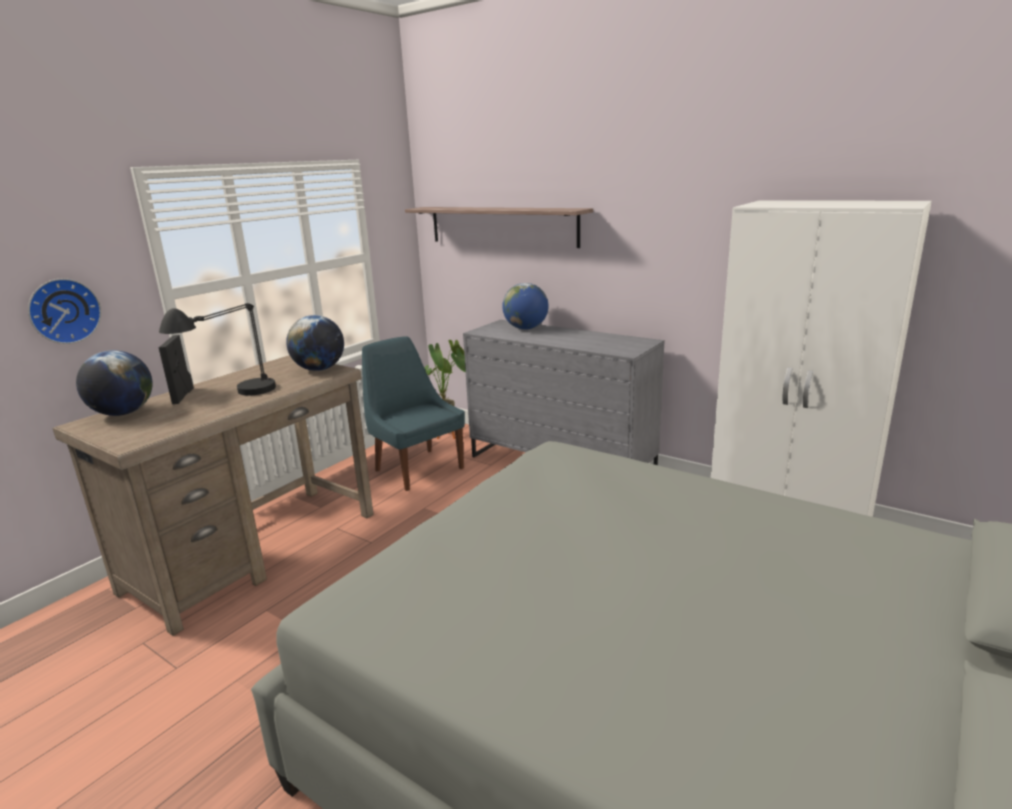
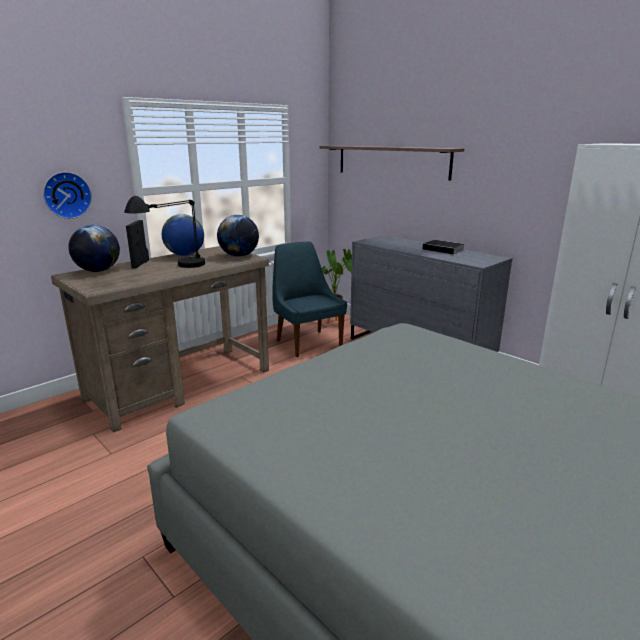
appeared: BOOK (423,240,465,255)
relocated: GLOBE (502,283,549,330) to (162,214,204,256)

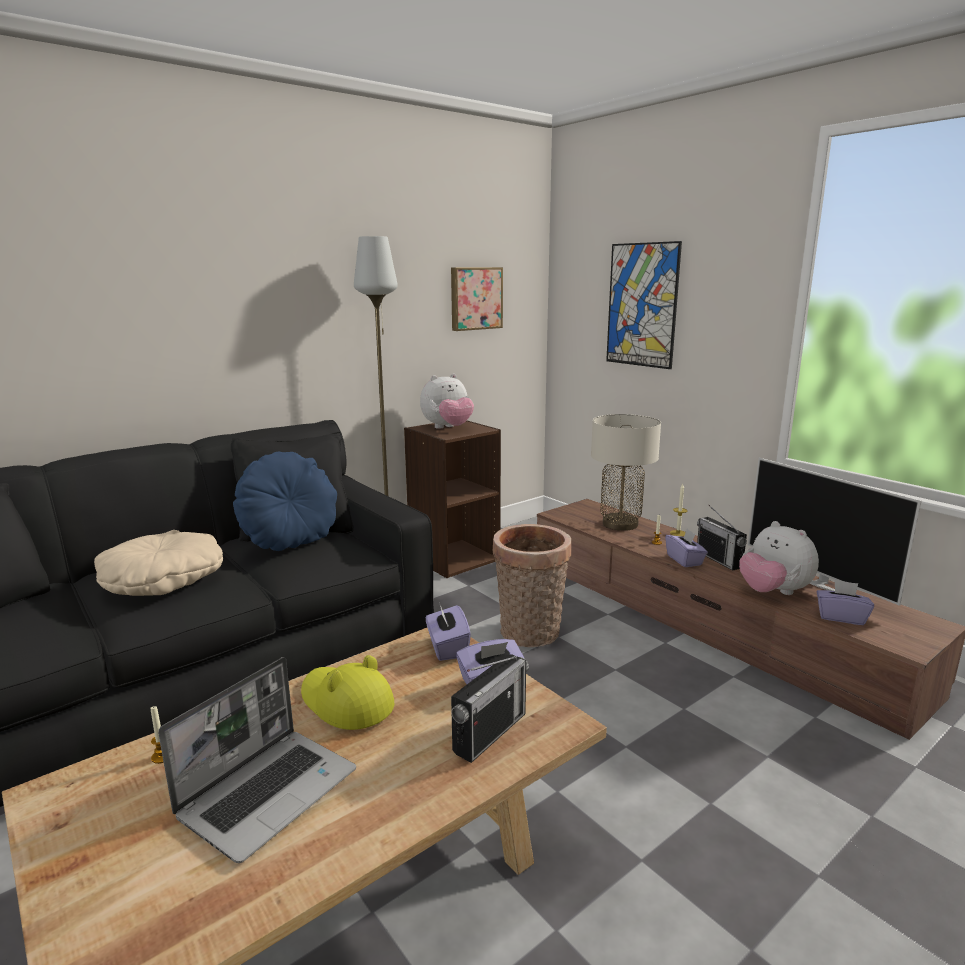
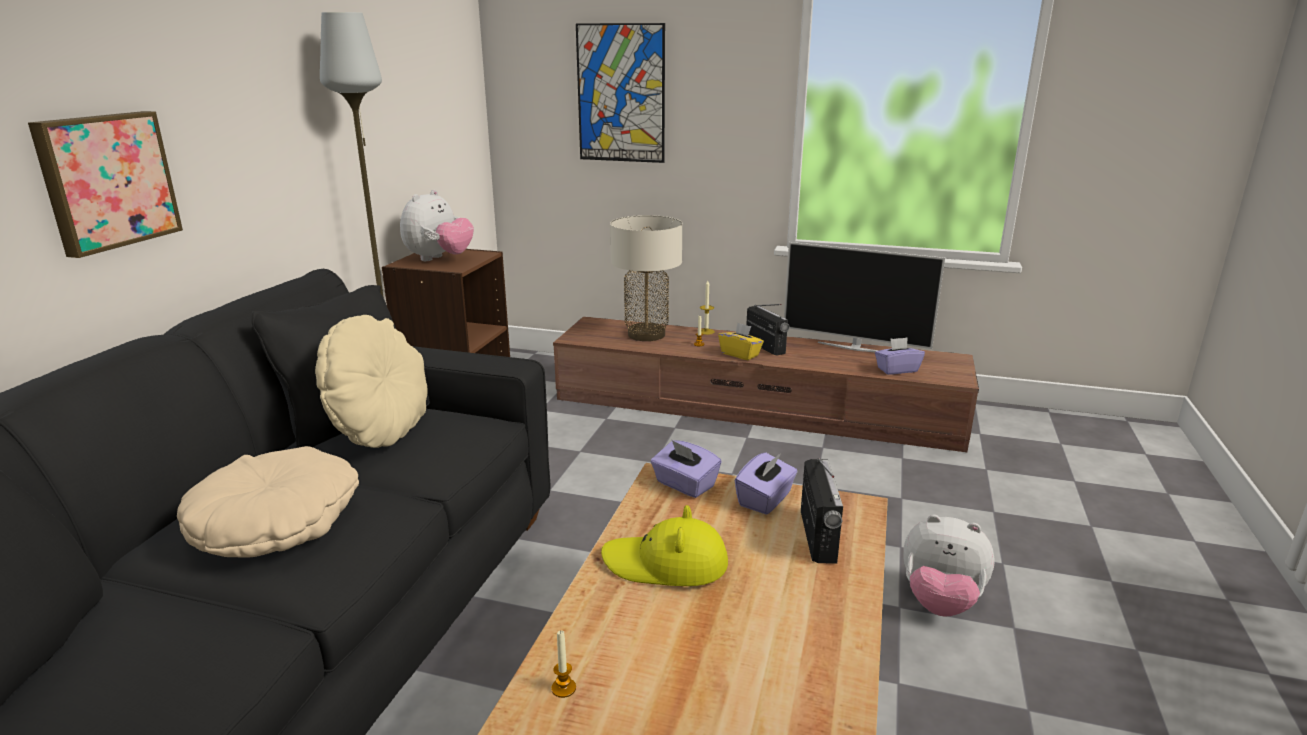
missing: LAPTOP (158,657,356,863); BASKET (493,524,571,647)
relocated: PICTURE (451,267,503,331) to (28,111,183,258); PLUSH TOY (739,521,819,595) to (903,515,995,616)
colour: BLUE PILLOW (233,452,337,551) to BEIGE PILLOW (315,315,428,448); PURPLE TISSUE BOX (665,528,708,567) to YELLOW TISSUE BOX (718,323,764,360)
spun: RADIO (697,505,747,571) = (746,304,789,356) 150 degrees counterclockwise

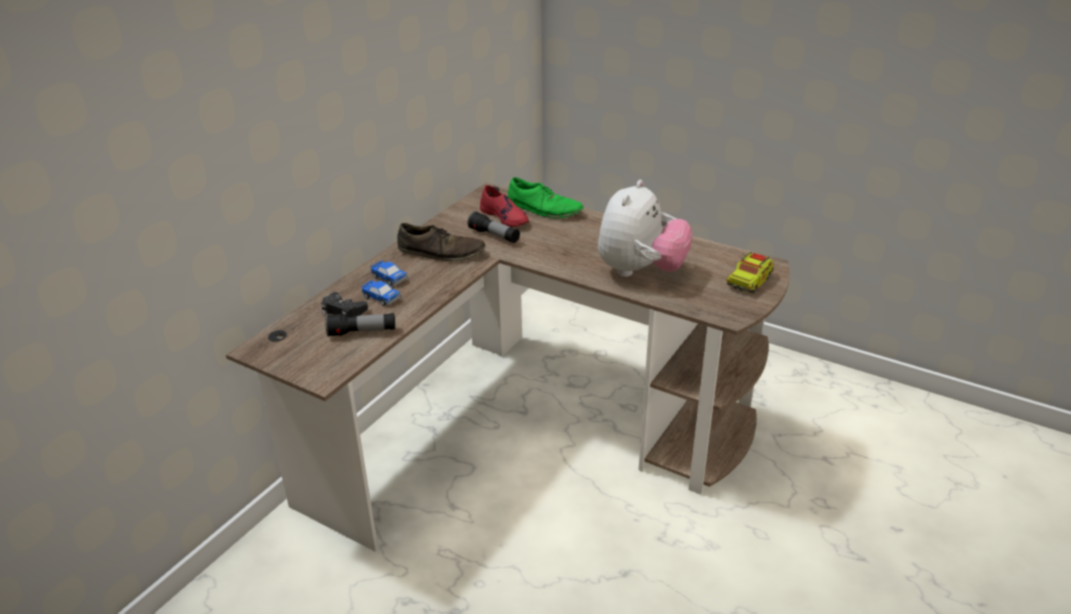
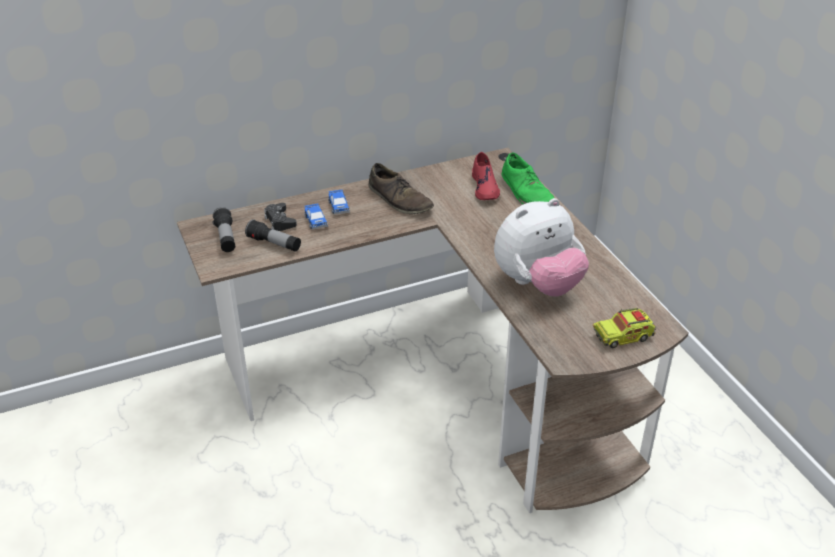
relocated: FLASHLIGHT (467,211,520,243) to (213,207,235,252)

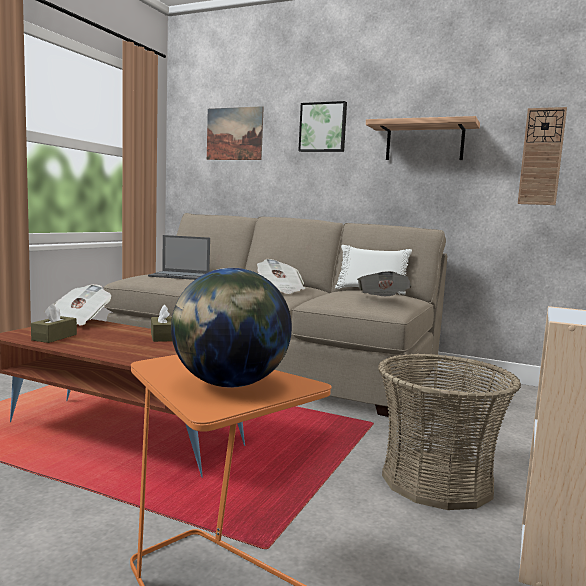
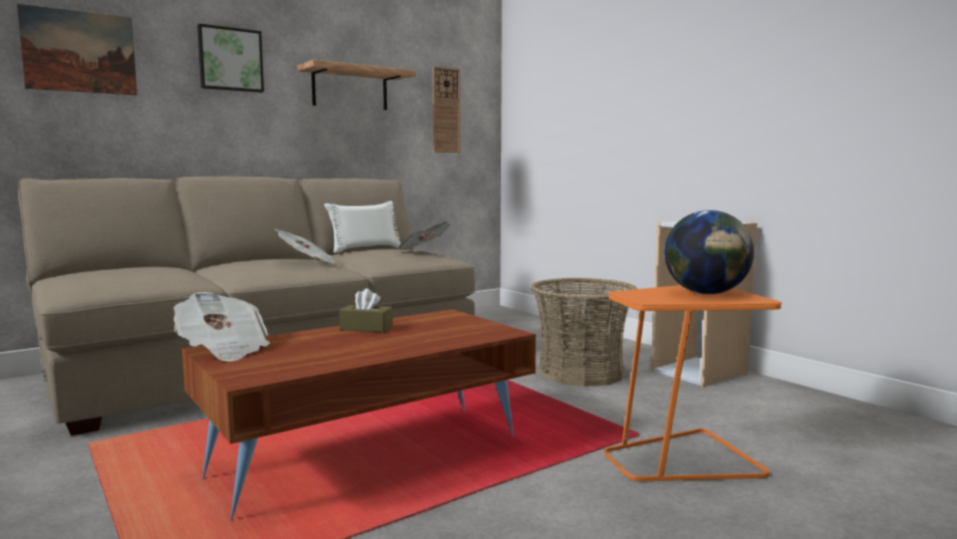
missing: BROWN TISSUE BOX (31,304,77,343); LAPTOP (148,235,210,280)

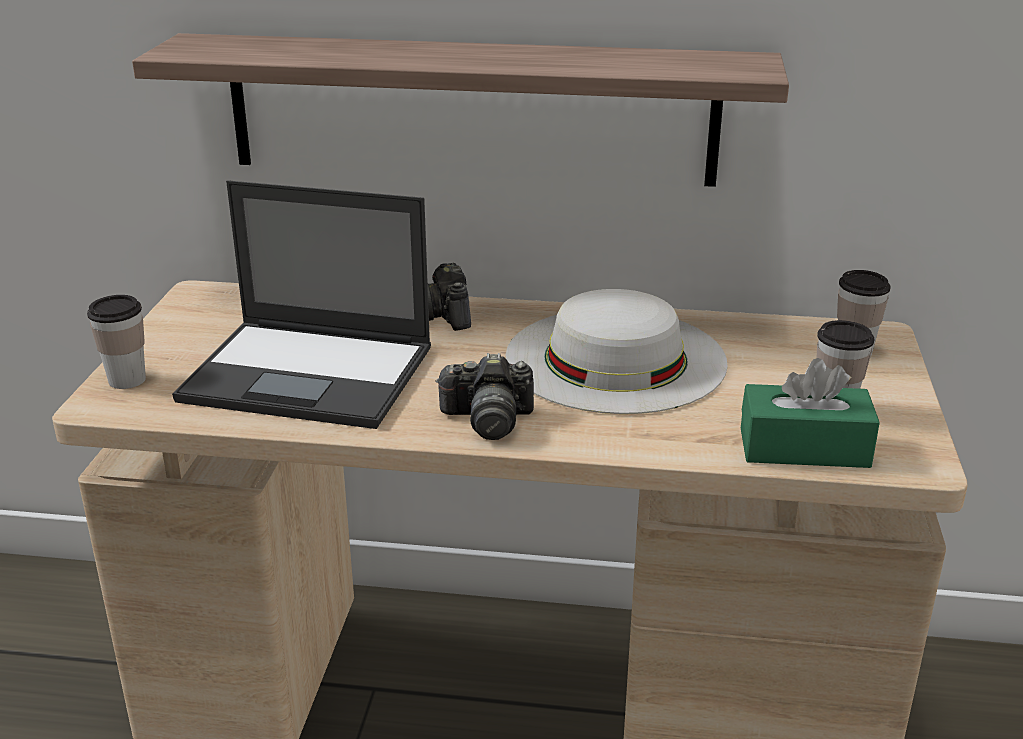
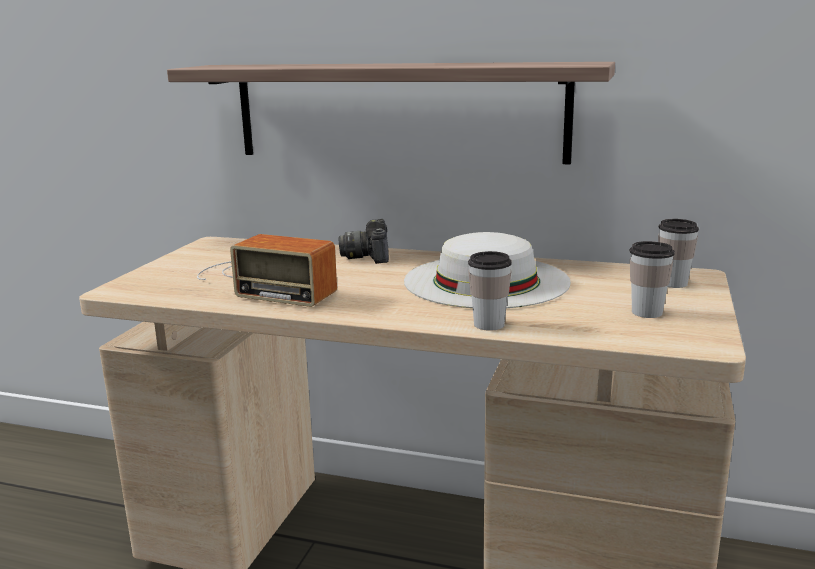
missing: PHOTO CAMERA (435,353,534,440); GREEN TISSUE BOX (741,358,880,468)
relocated: CUP (87,295,146,389) to (468,251,512,331)
exchanged: LAPTOP (172,180,431,429) to RADIO (197,234,337,307)

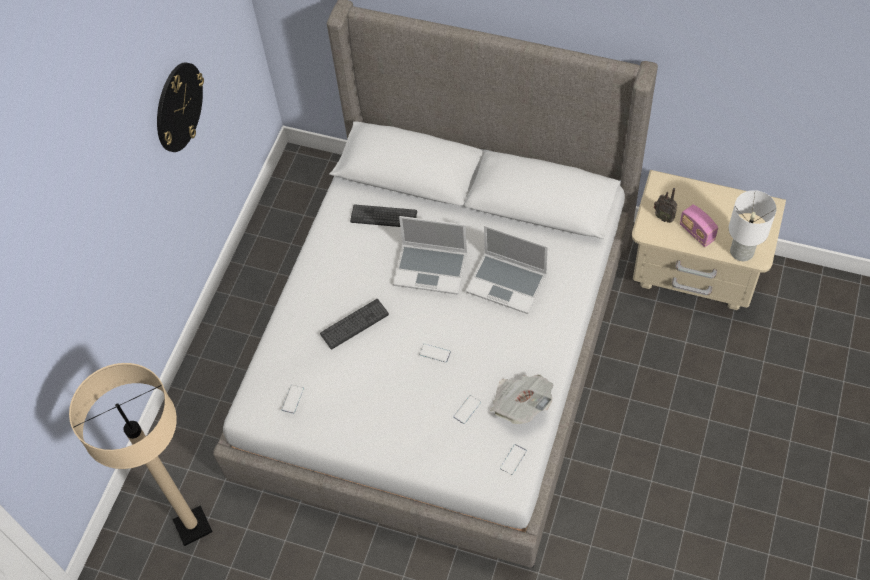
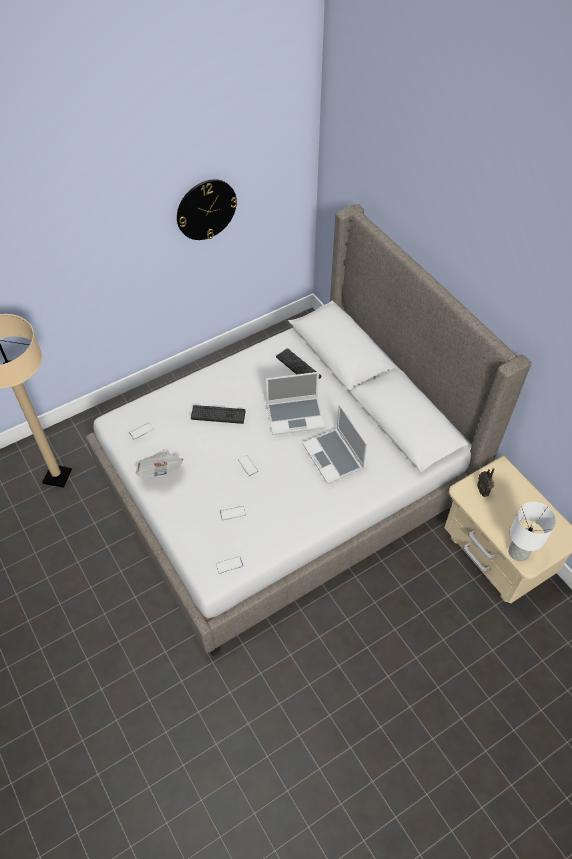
missing: RADIO (680,204,718,247)
relocated: NEWSPAPER (490,374,554,424) to (136,449,184,478)
spun: LAPTOP (393,216,467,295) = (266,372,325,435) 60 degrees counterclockwise

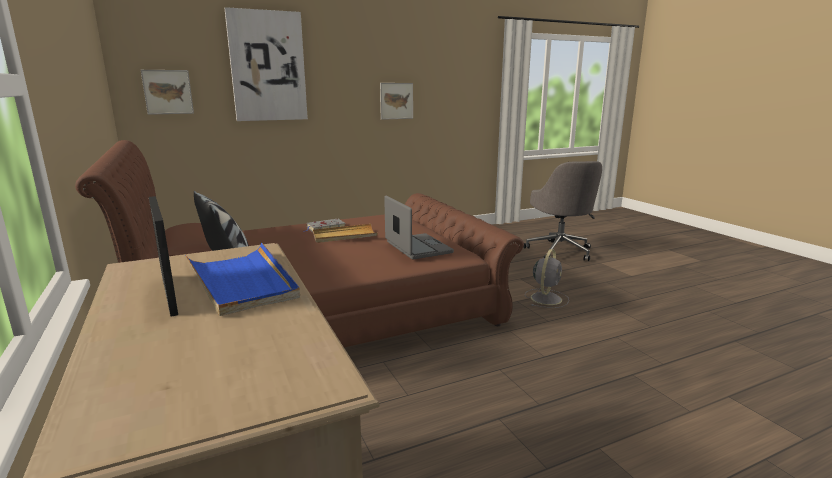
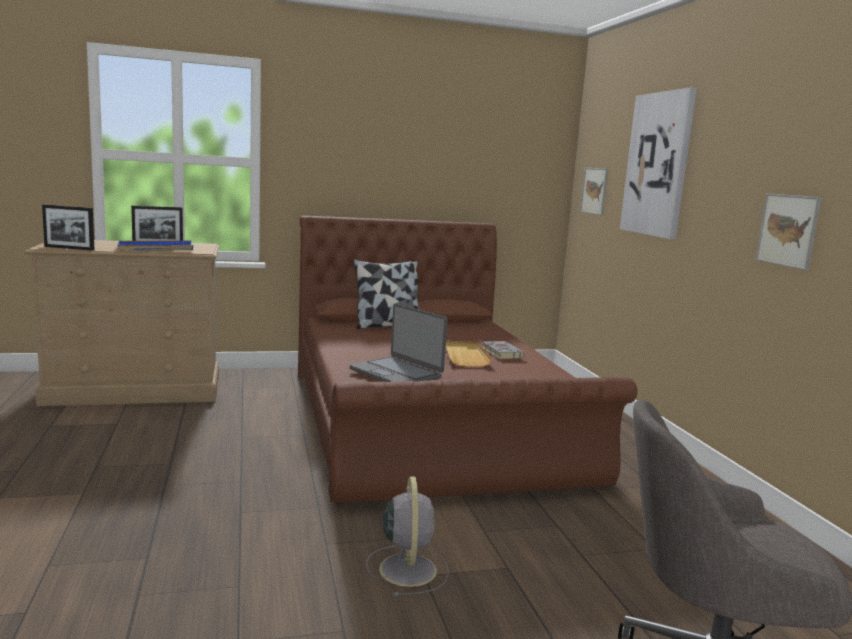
appeared: PICTURE FRAME (42,205,94,251)
spun: LAPTOP (384,195,454,260) = (350,303,447,382) 60 degrees clockwise; GREY FAN (525,249,569,308) = (366,476,449,596) 135 degrees counterclockwise

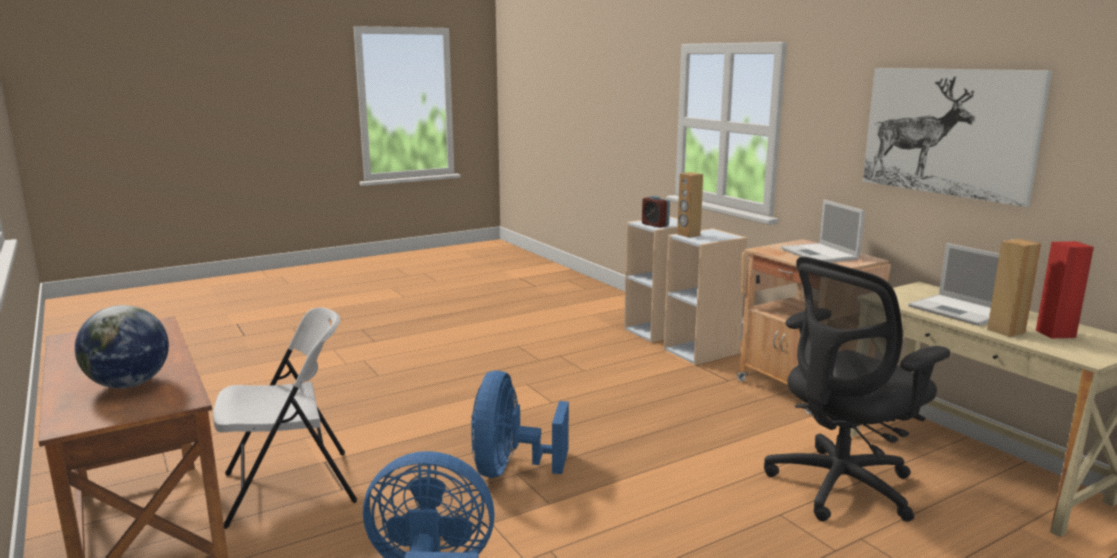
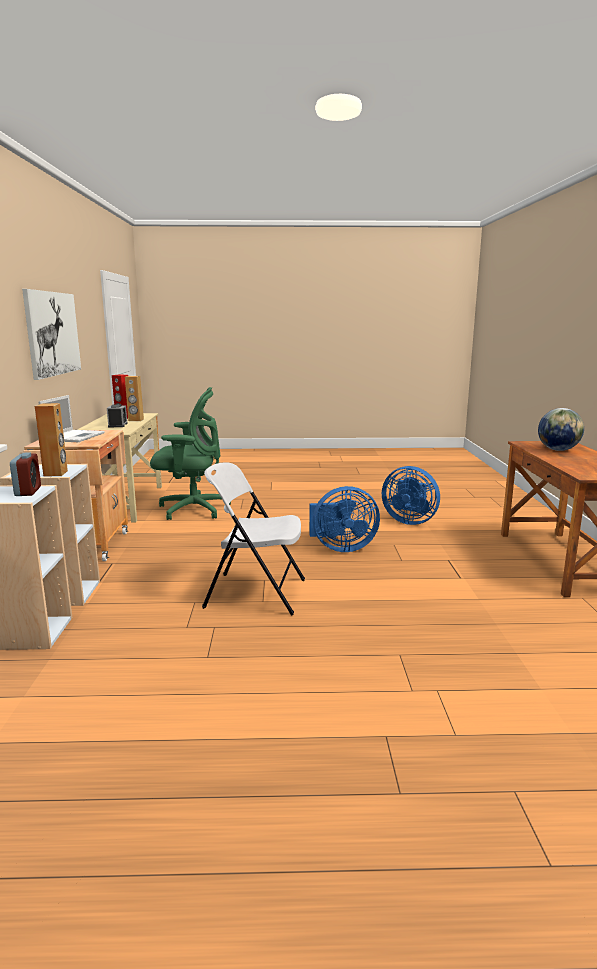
relocated: WHITE CHAIR (213,307,357,529) to (202,462,305,616)
exchanged: LAPTOP (908,243,999,326) to ALARM CLOCK (107,404,128,427)
colour: BLACK OFFICE CHAIR (764,257,950,522) to GREEN OFFICE CHAIR (150,387,231,520)
spun: BLUE FAN (471,371,569,478) = (309,486,380,552) 45 degrees clockwise

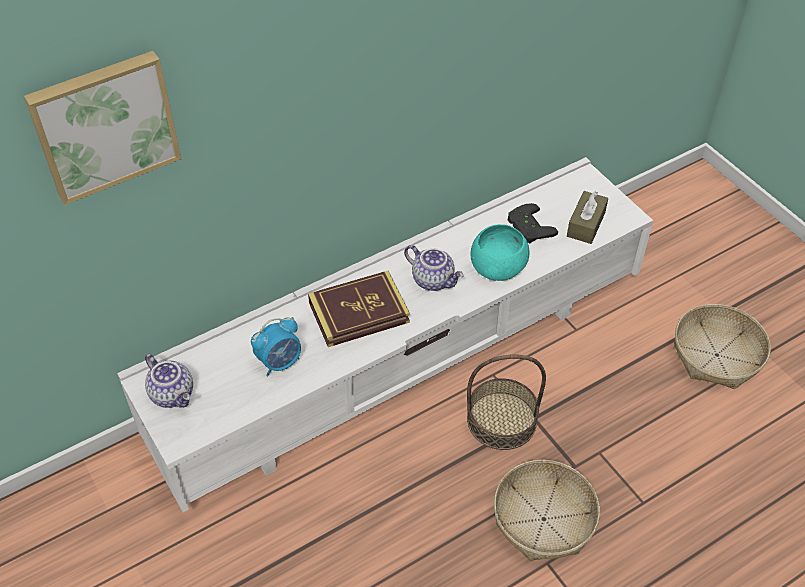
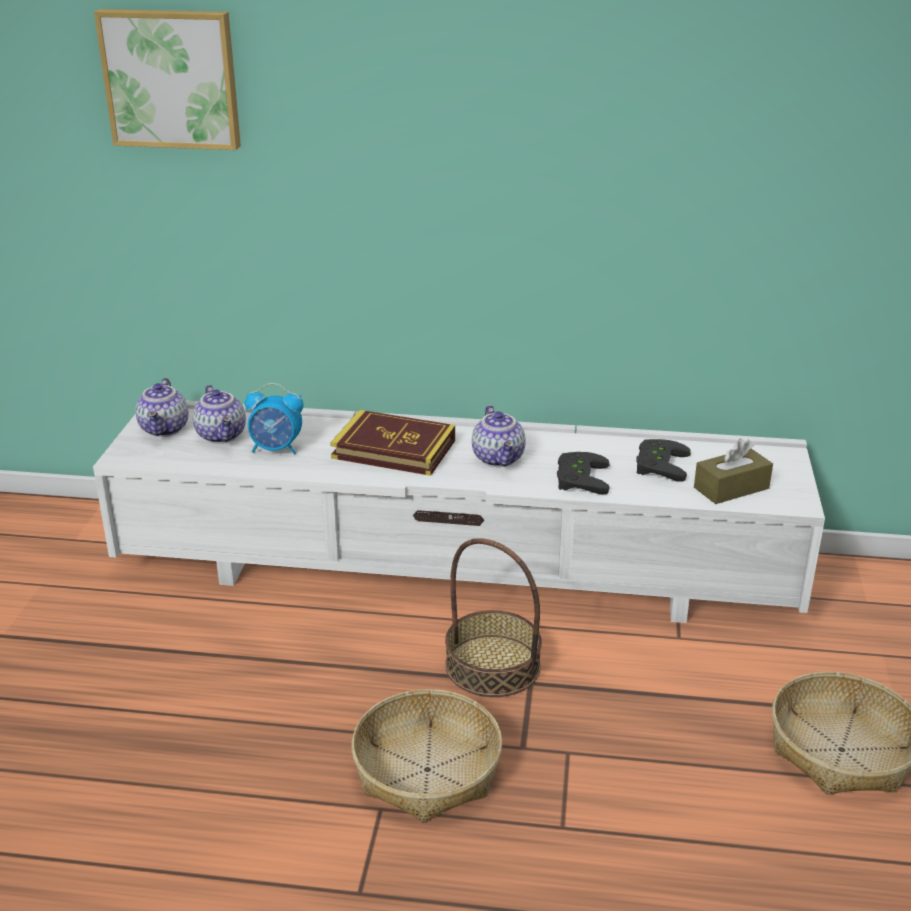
appeared: TEAPOT (193,385,246,444)
exchanged: TURQUOISE BOWL (471,224,530,281) to BLACK GAME CONTROLLER (557,452,610,494)

